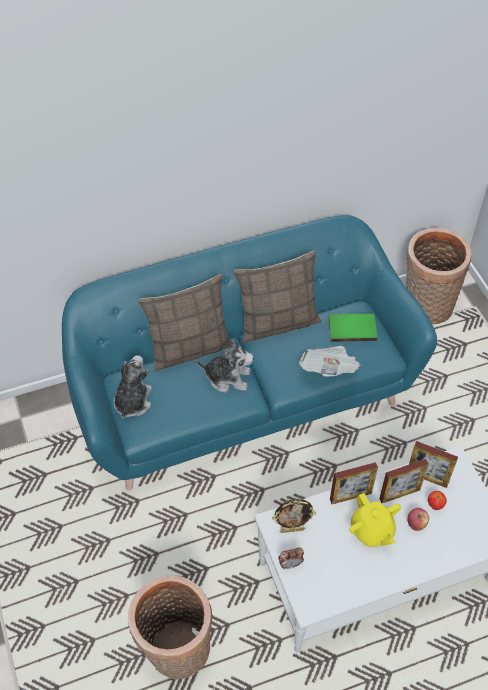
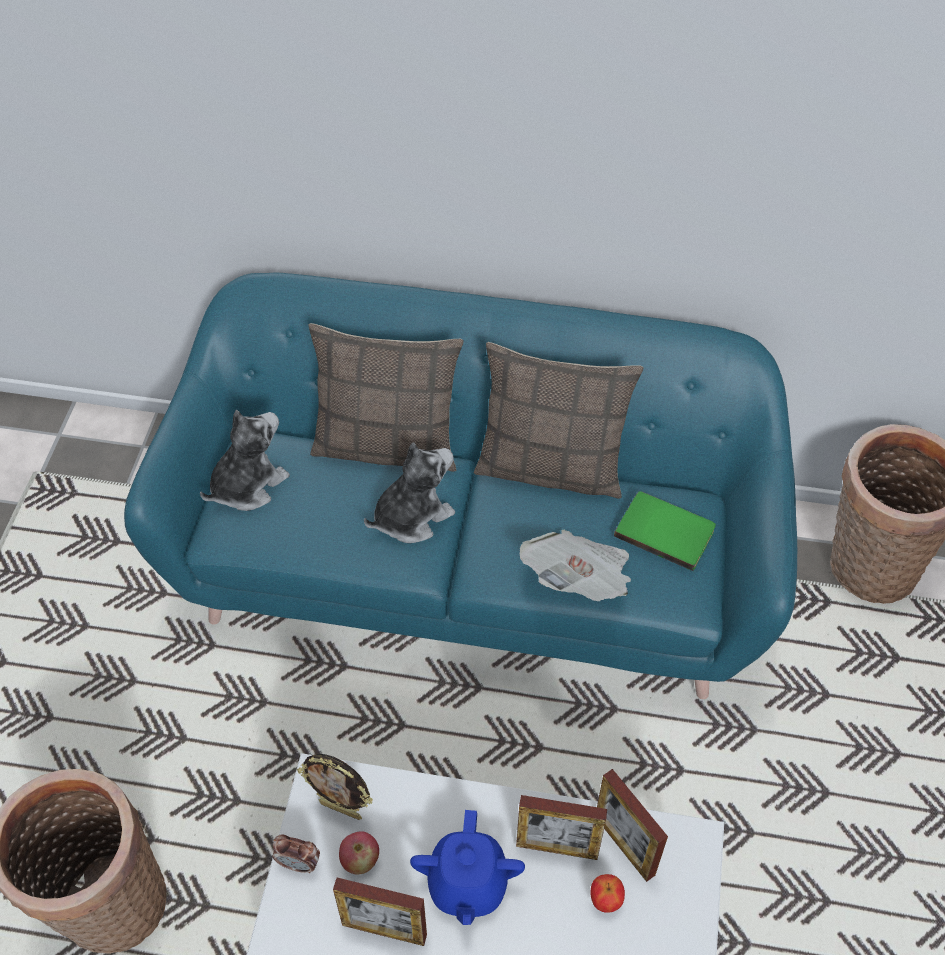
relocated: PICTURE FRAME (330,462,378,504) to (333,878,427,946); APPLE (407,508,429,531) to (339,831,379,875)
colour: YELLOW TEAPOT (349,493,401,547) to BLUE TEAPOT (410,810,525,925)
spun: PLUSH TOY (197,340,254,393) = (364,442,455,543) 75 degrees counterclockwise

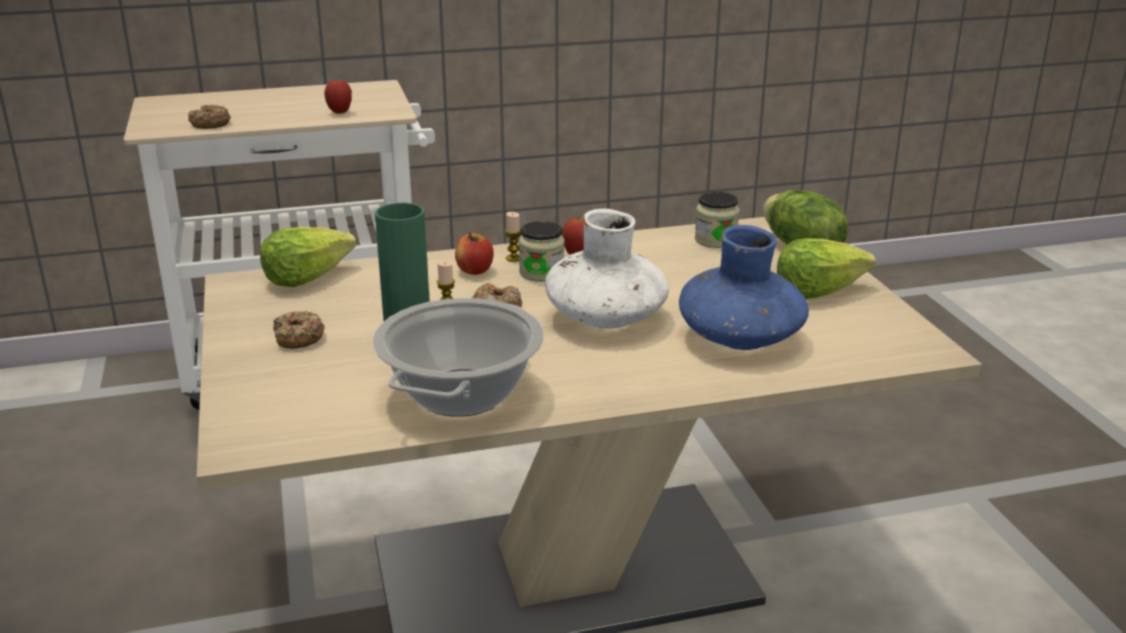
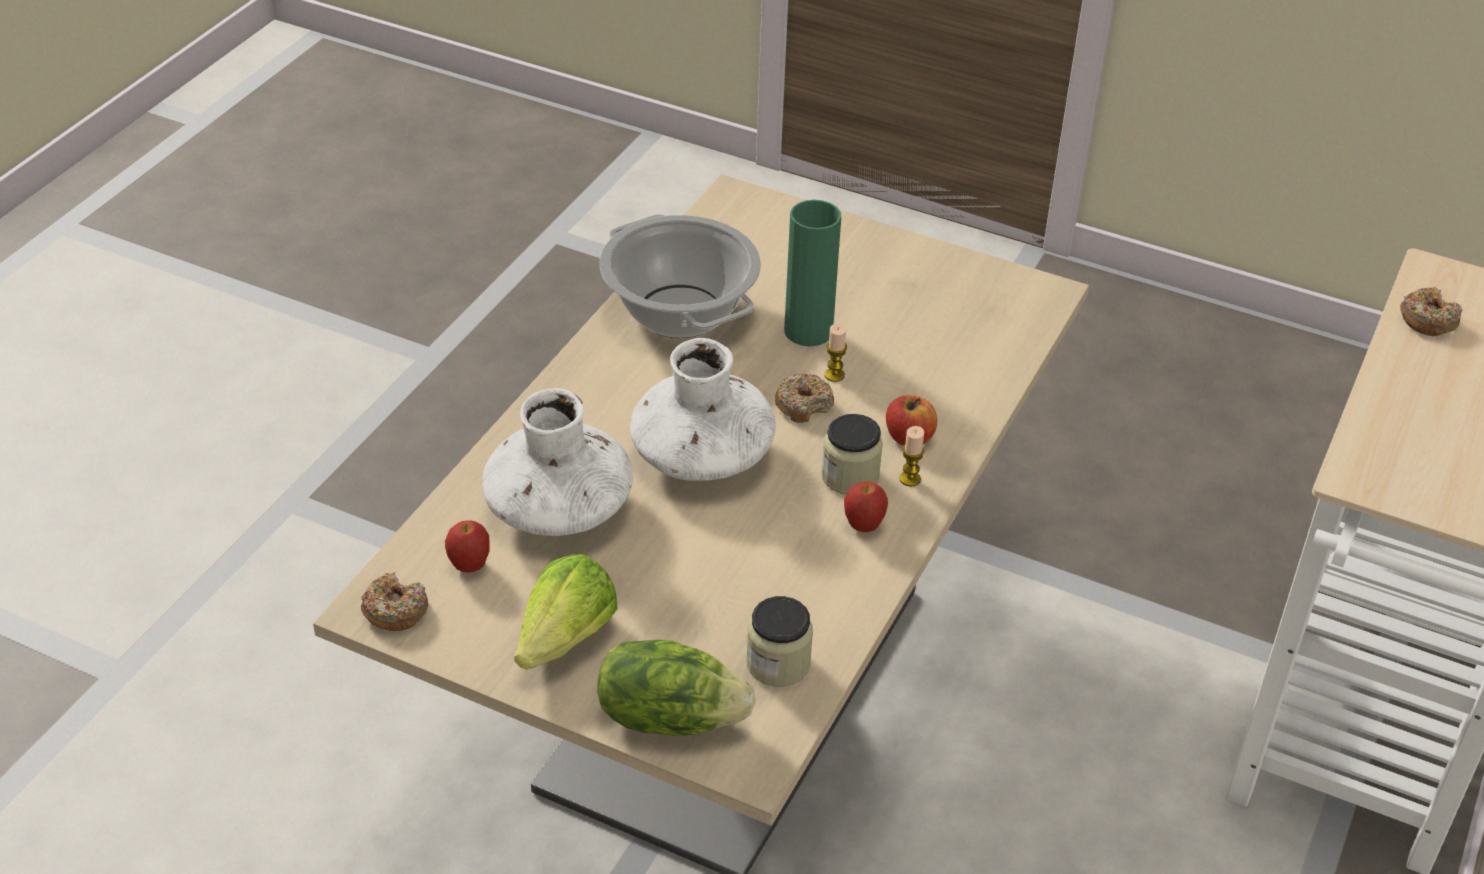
missing: LETTUCE (260,227,356,287)
relocated: DONUT (273,311,325,349) to (361,572,428,631); APPLE (324,80,352,114) to (445,520,489,573)
colour: BLUE VASE (679,225,809,350) to WHITE VASE (482,388,633,536)

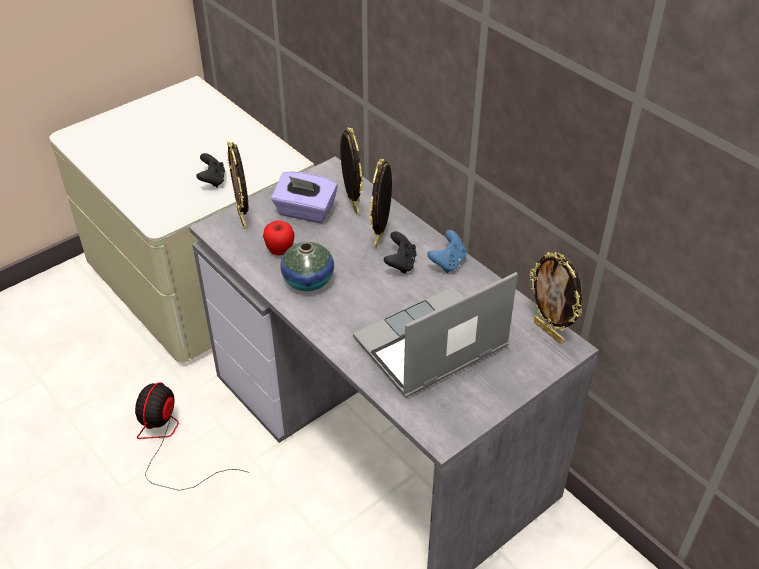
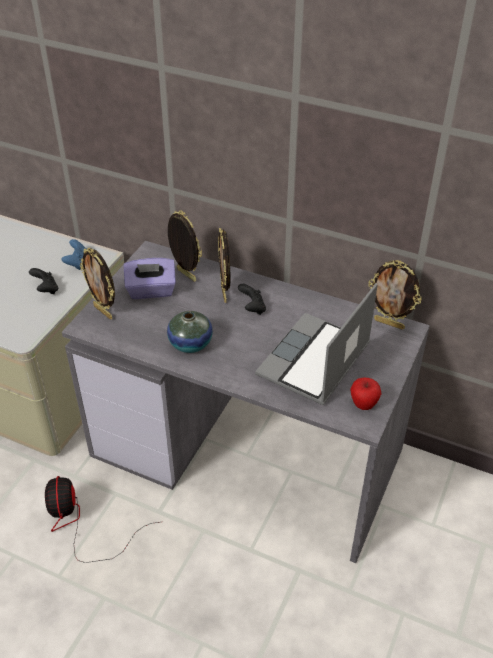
relocated: BLUE GAME CONTROLLER (427,230,466,273) to (62,239,87,270); APPLE (263,220,295,255) to (350,378,382,410)

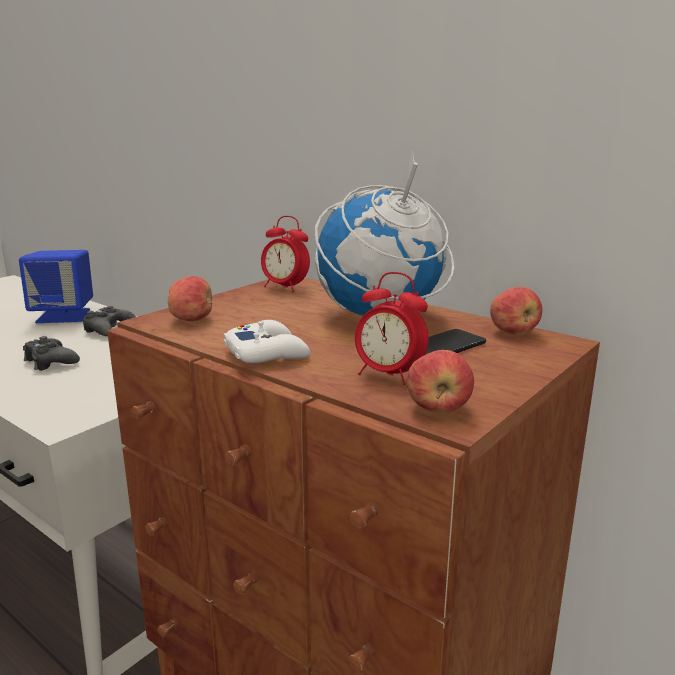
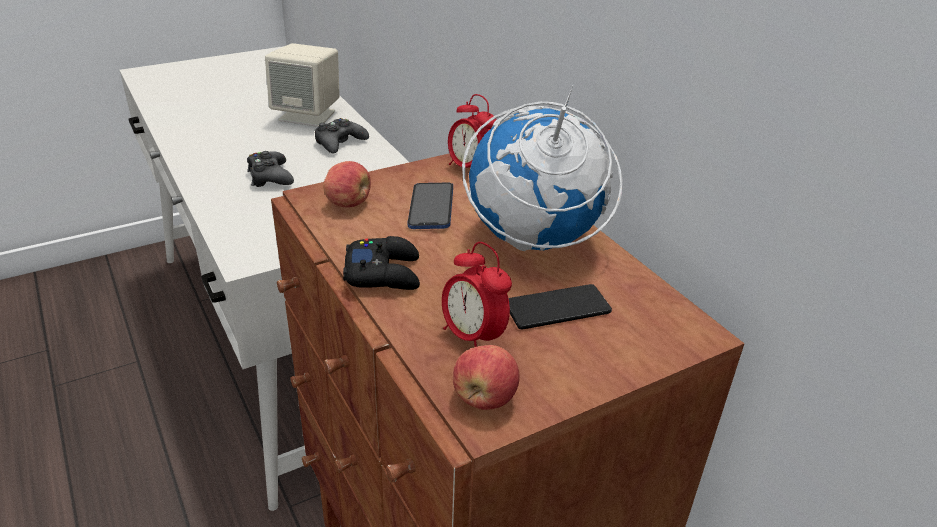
missing: APPLE (490,287,542,334)
appeared: PHONE (407,182,453,229)
colour: BLUE SPEAKER (19,250,93,323) to BEIGE SPEAKER (265,43,340,127); WHITE GAME CONTROLLER (223,320,310,363) to BLACK GAME CONTROLLER (343,236,420,290)

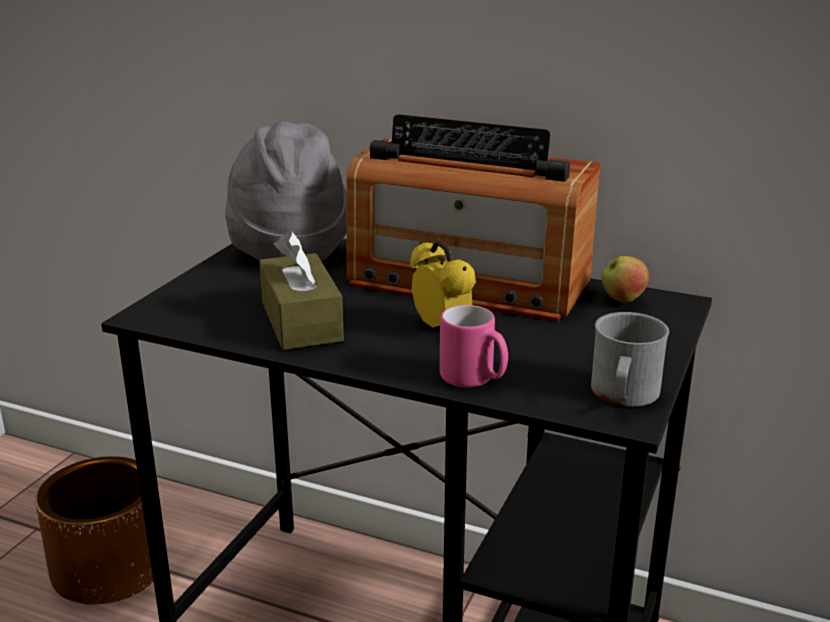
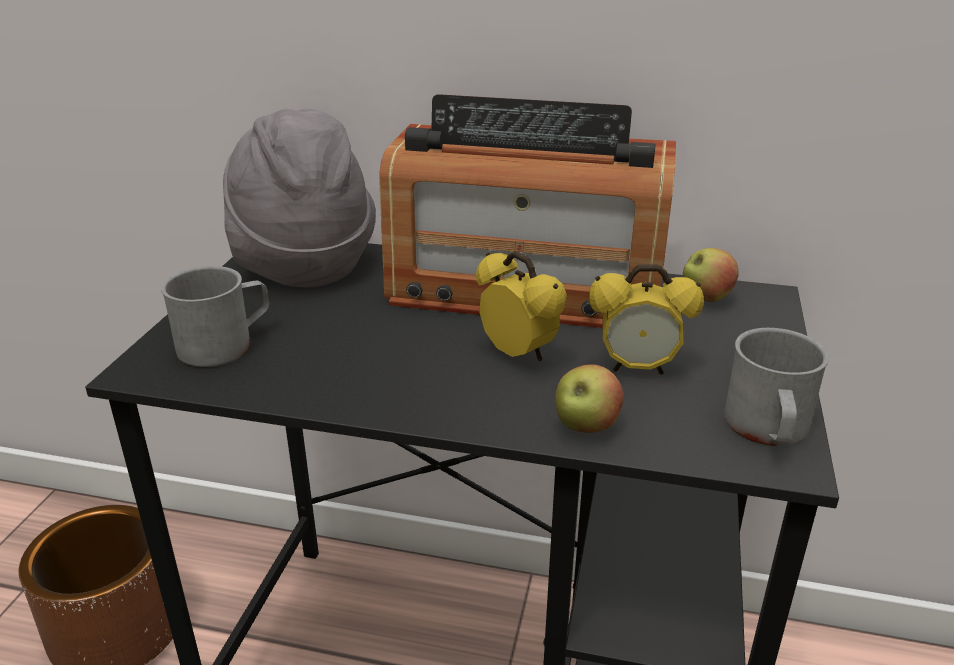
missing: BROWN TISSUE BOX (259,231,344,350)
appeared: GREY MUG (161,266,269,367); ALARM CLOCK (589,264,704,375)
exchanged: PINK MUG (440,305,508,388) to APPLE (555,364,624,433)

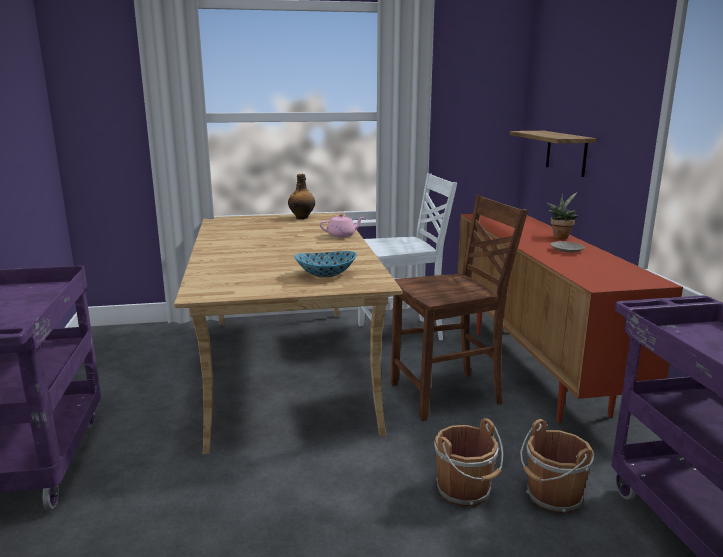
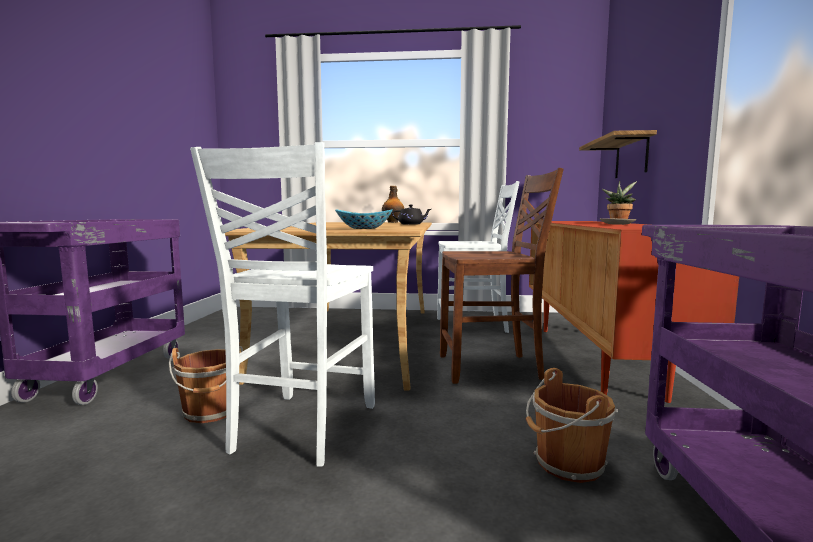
appeared: WHITE CHAIR (190,142,375,467)
relocated: BROWN BUCKET (434,418,503,507) to (169,346,243,423)
colour: PINK TEAPOT (320,213,364,238) to BLACK TEAPOT (392,205,431,225)

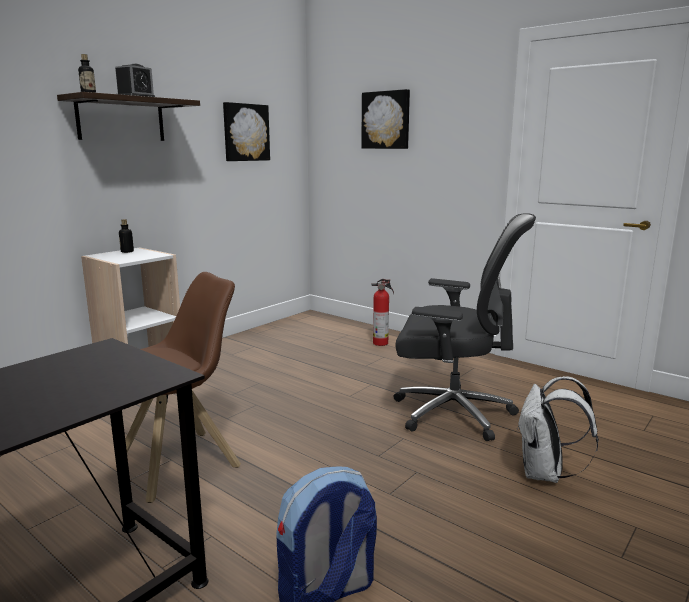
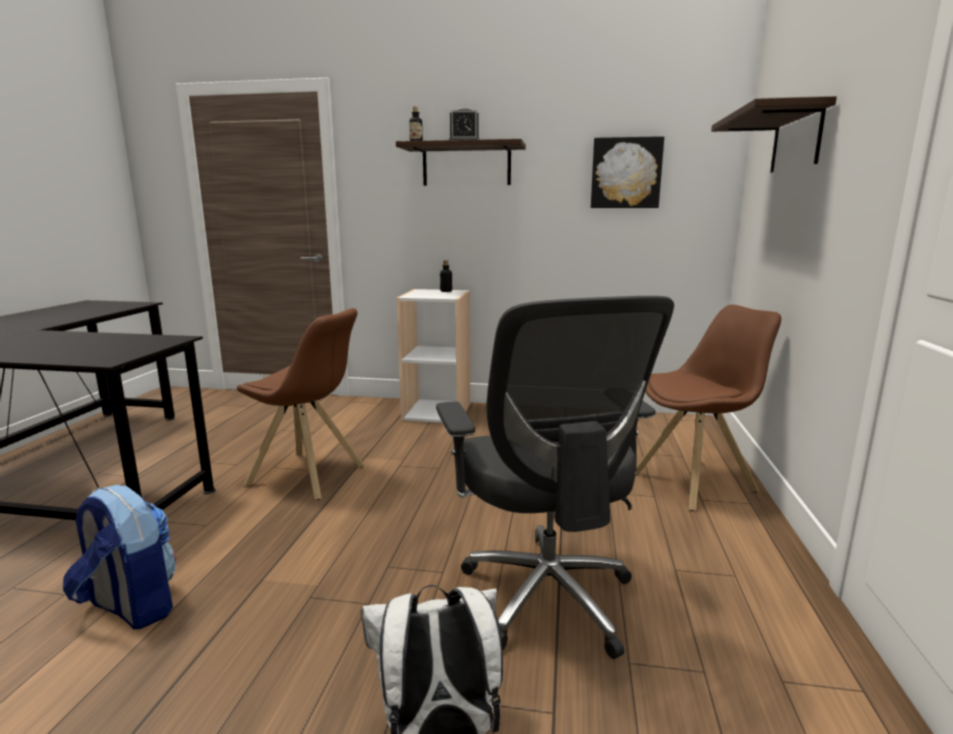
exchanged: FIRE EXTINGUISHER (372,279,394,346) to BROWN CHAIR (636,305,781,511); PICTURE (361,89,410,149) to SHELF (711,96,837,172)

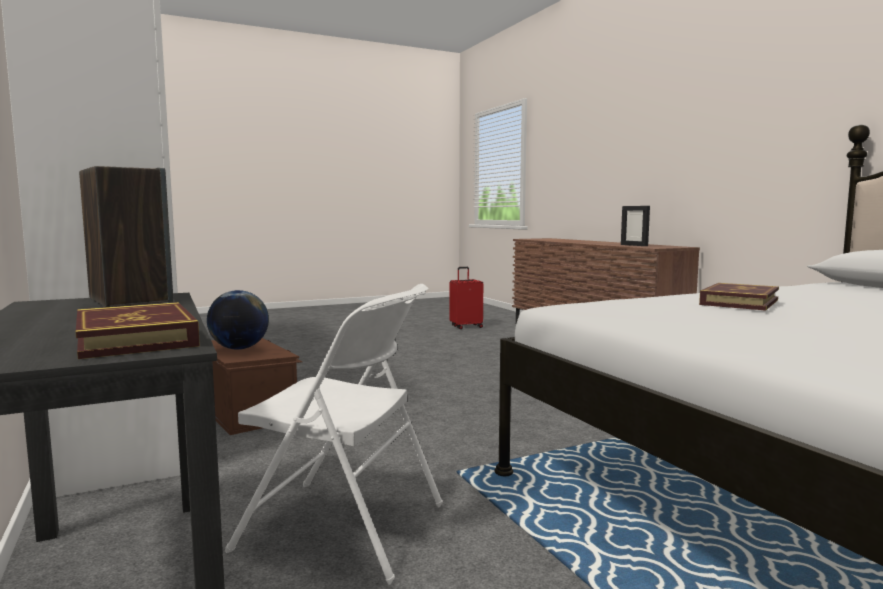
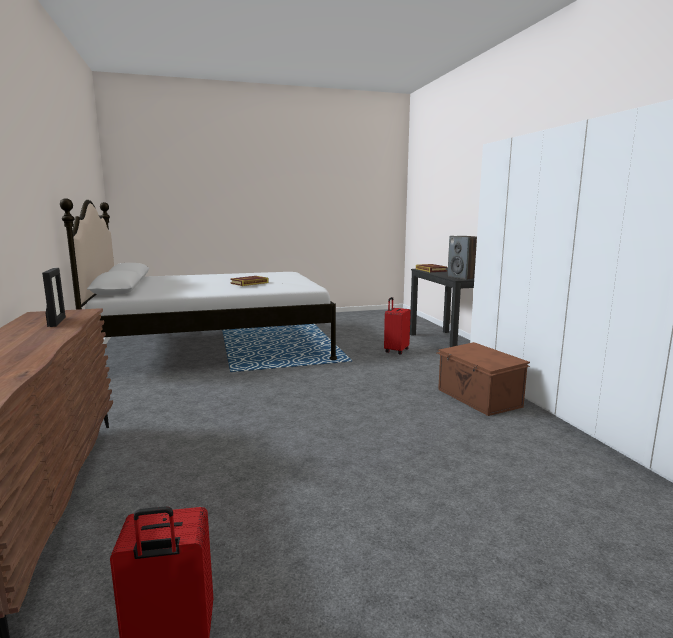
missing: GLOBE (207,290,269,350)
exchanged: WHITE CHAIR (225,284,443,585) to RED SUITCASE (384,297,411,355)

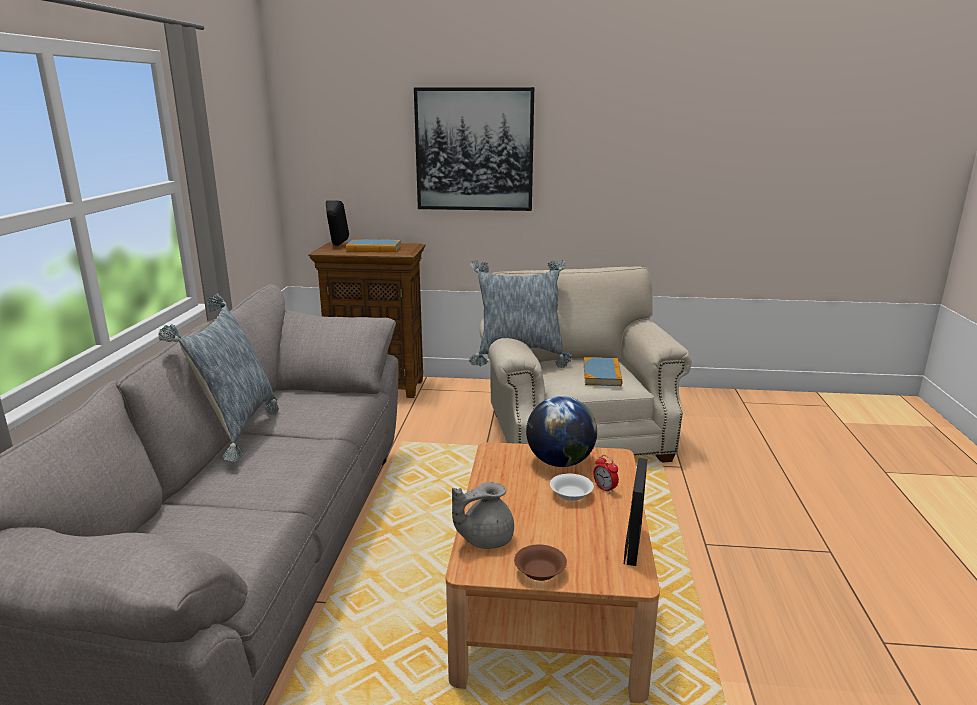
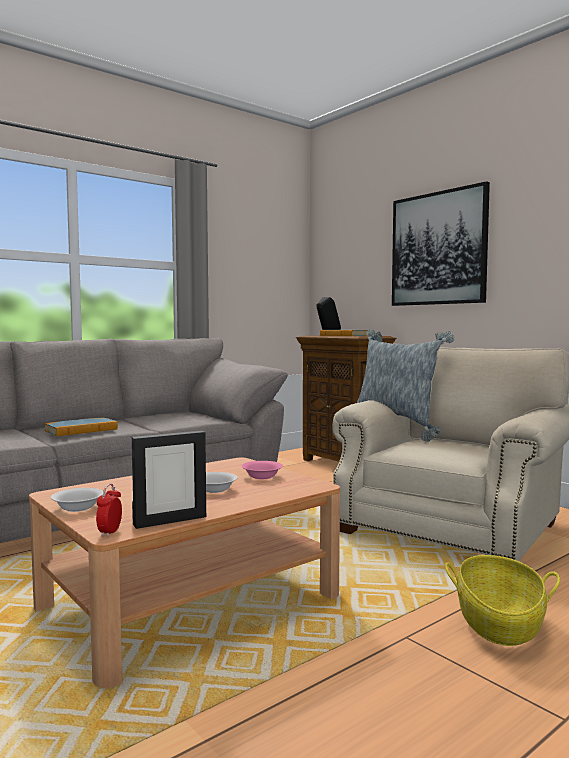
missing: PILLOW (158,293,279,462); GREY TEAPOT (452,482,514,549)
appeared: BASKET (445,555,560,646)
relocated: BOOK (584,357,622,386) to (44,418,118,436); ALARM CLOCK (594,455,619,494) to (96,484,122,537)
exchanged: GLOBE (526,396,597,467) to PINK BOWL (242,461,283,479)
colour: BROWN BOWL (514,545,567,581) to WHITE BOWL (51,488,103,512)

